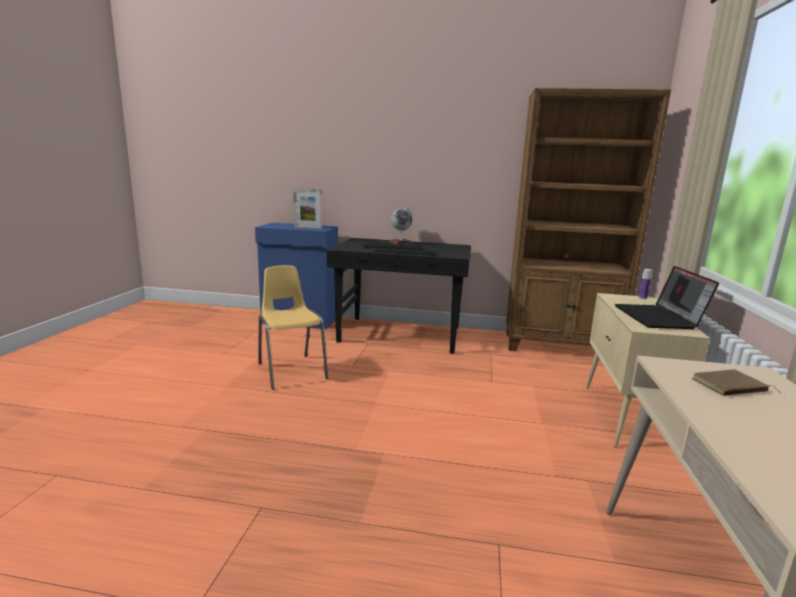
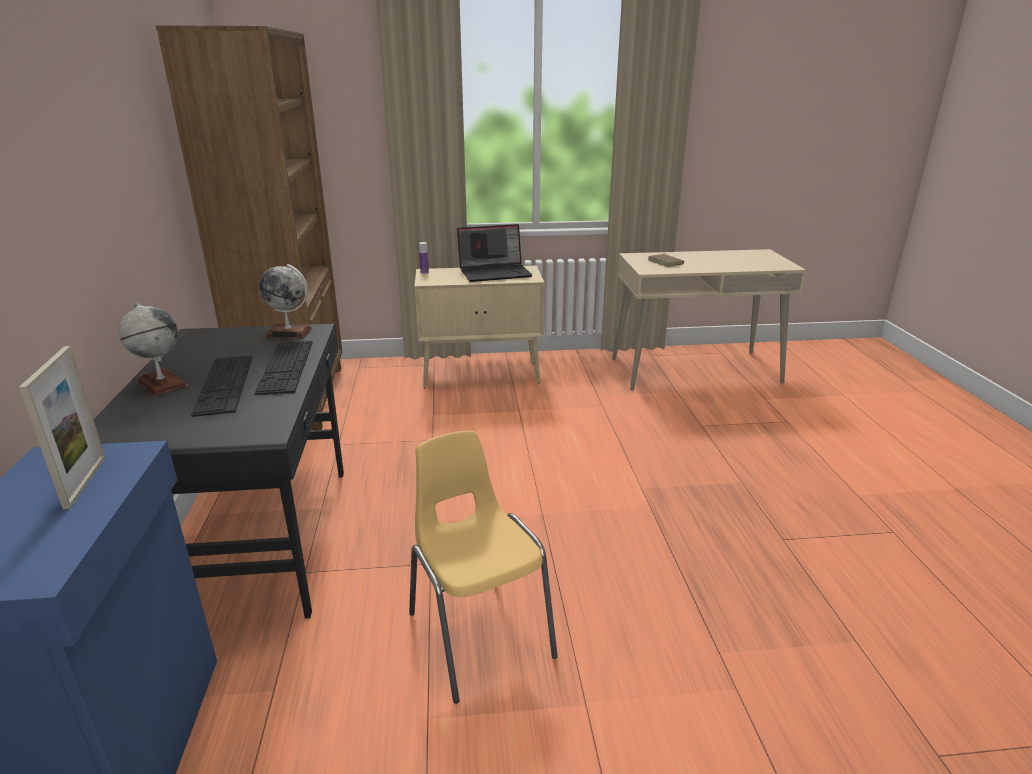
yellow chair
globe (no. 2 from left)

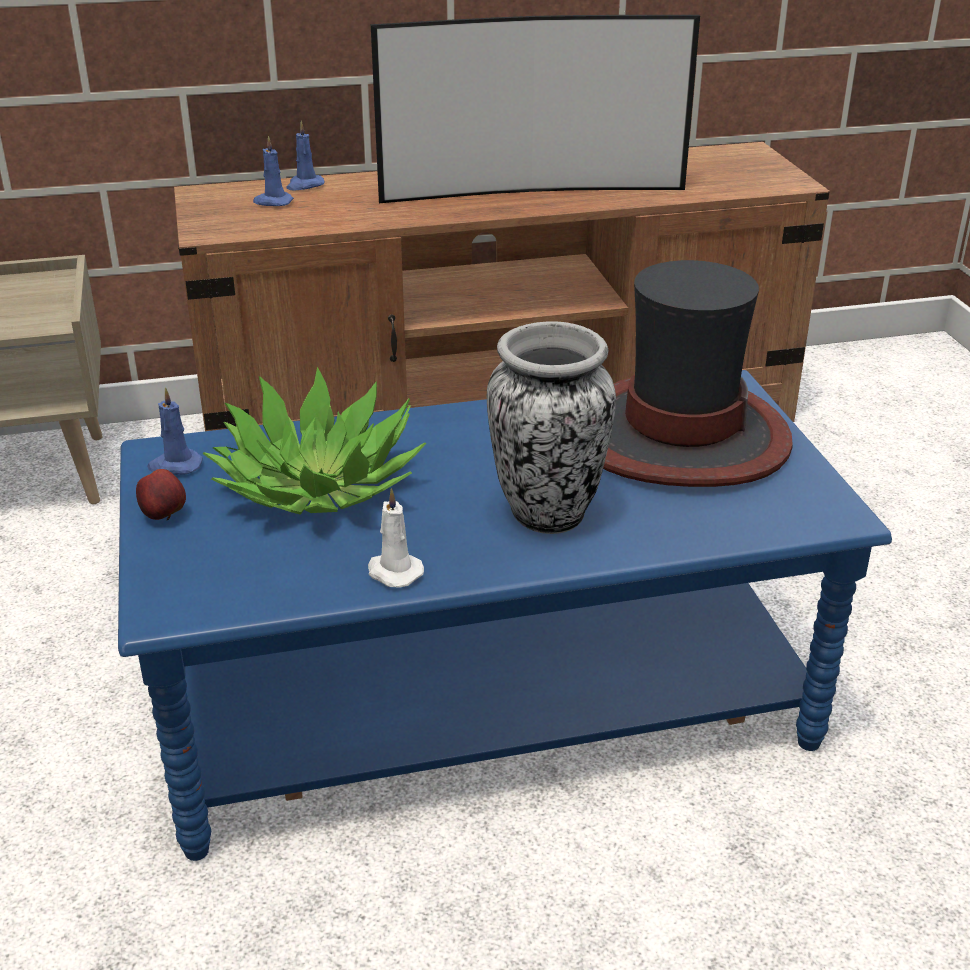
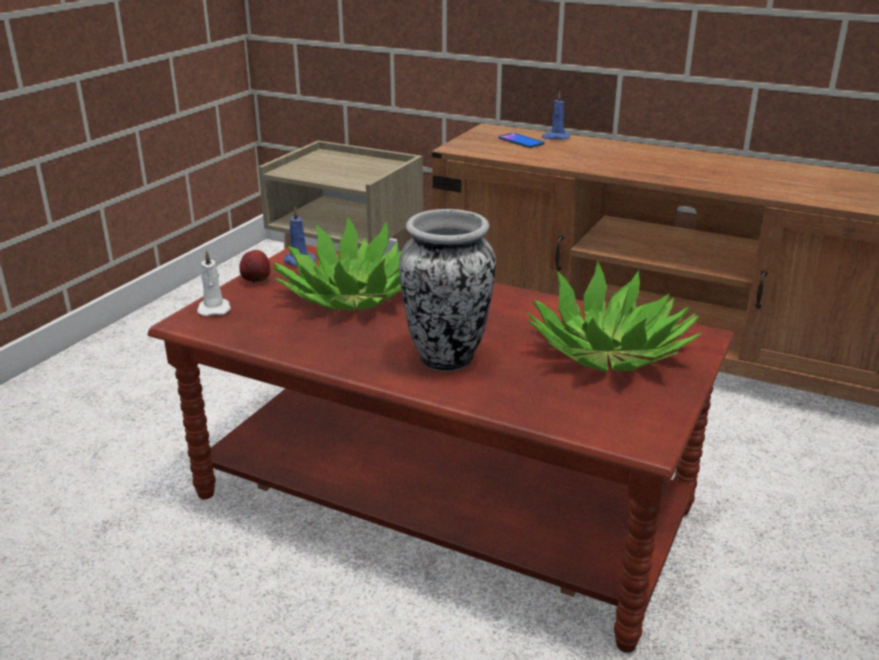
television
phone
potted plant (no. 2 from left)
brown coffee table
white candle

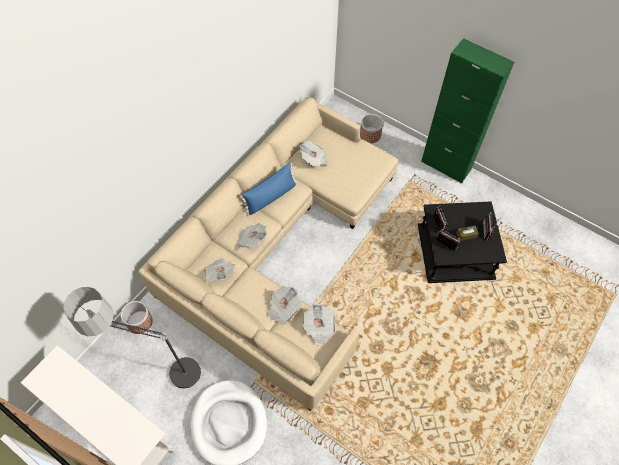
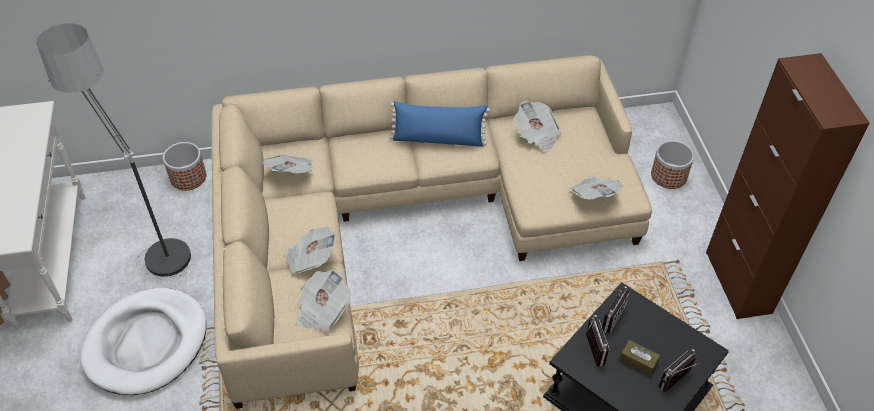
brown cabinet
newspaper (no. 5 from left)

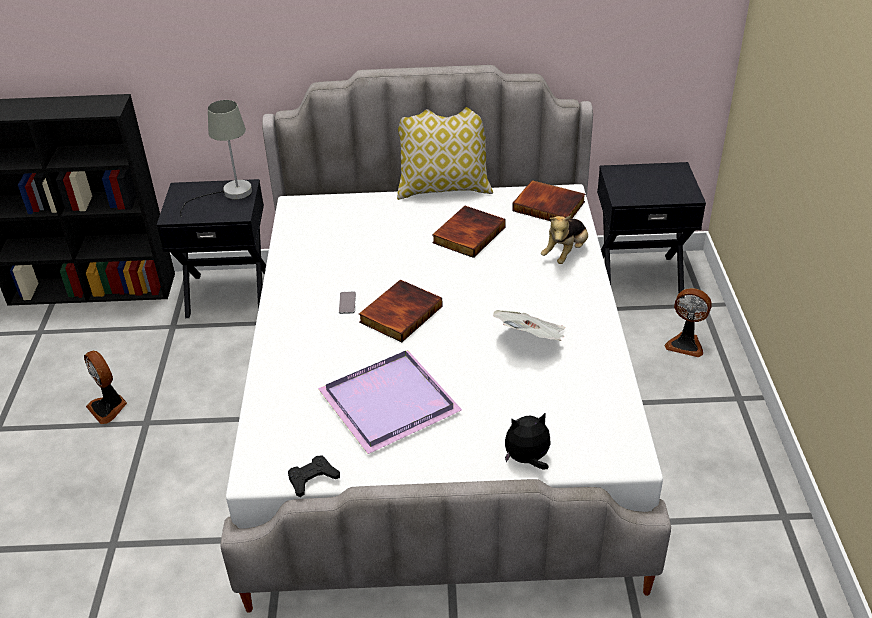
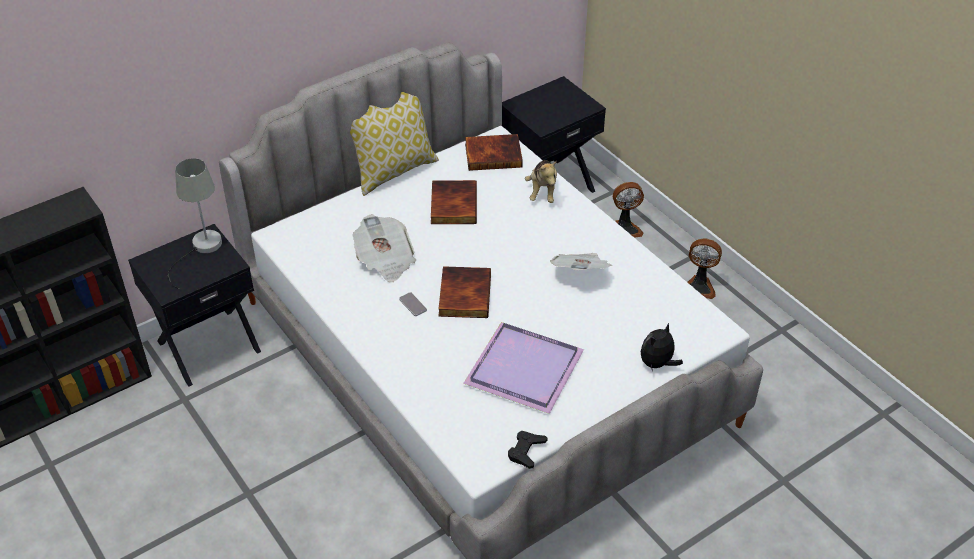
fan (no. 2 from left)
newspaper (no. 1 from left)

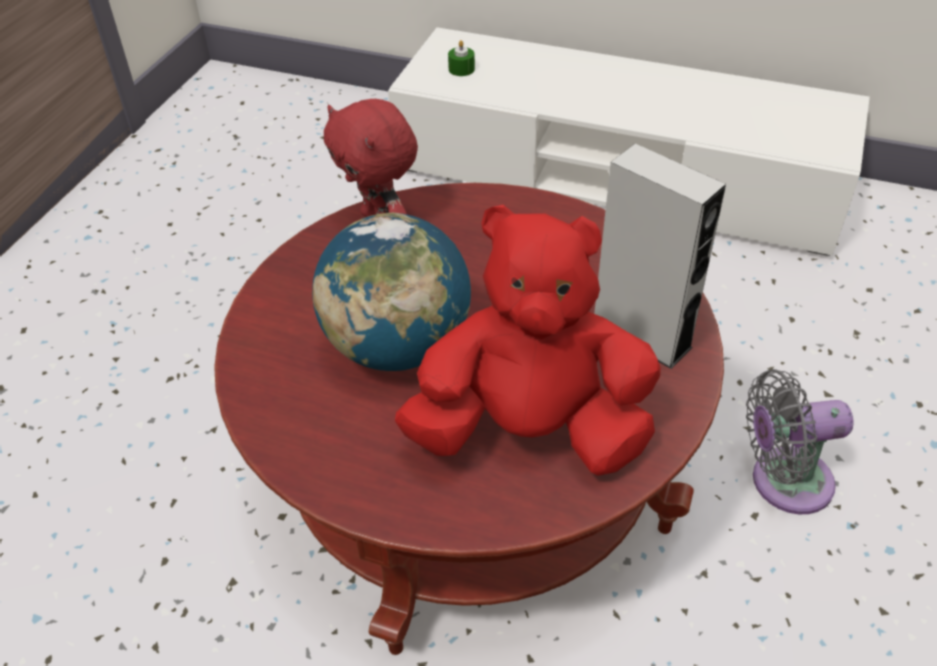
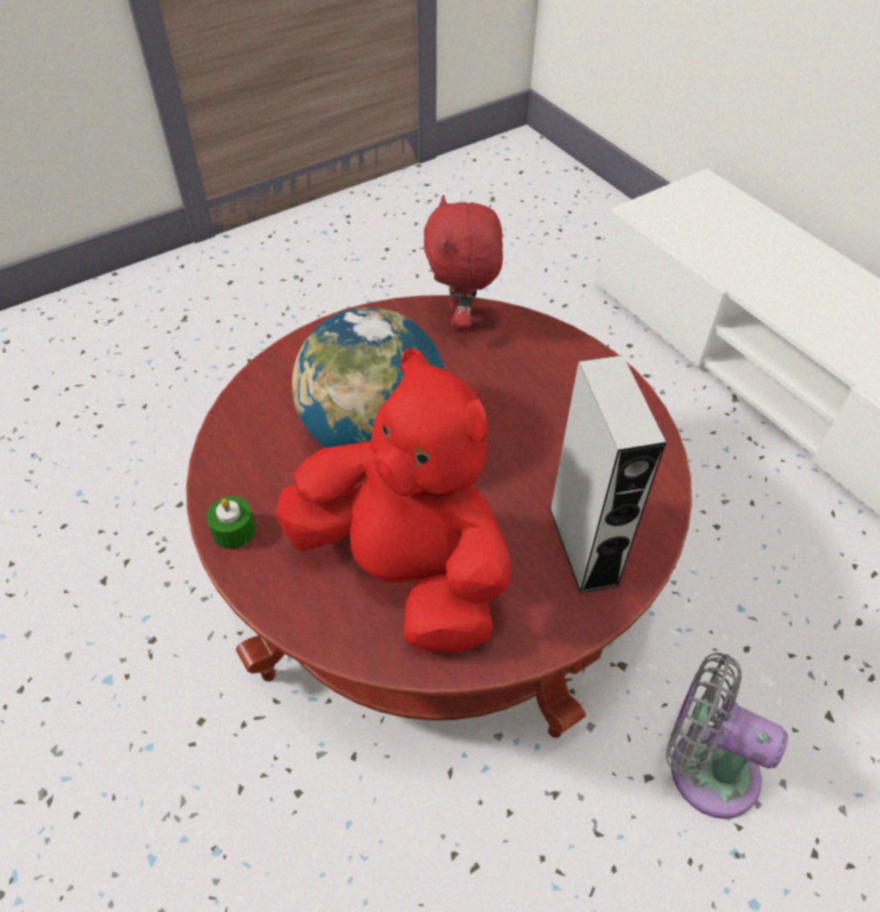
green candle

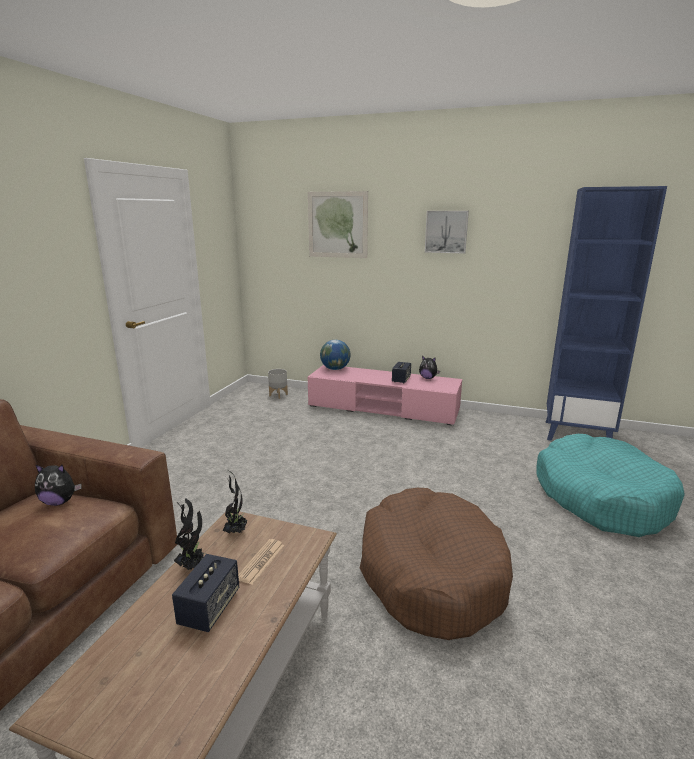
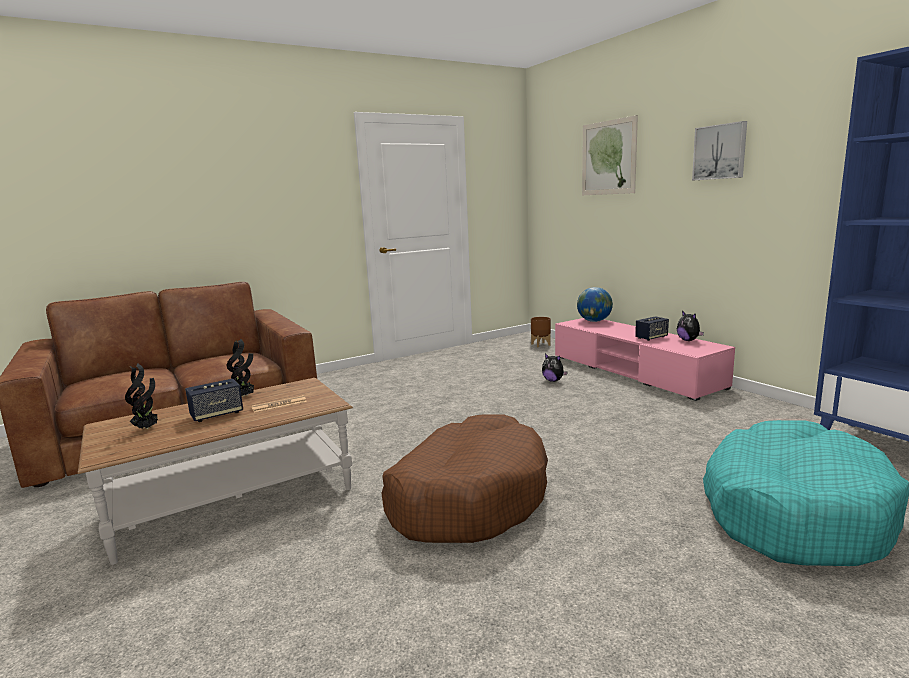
brown planter
plush toy (no. 1 from left)
potted plant (no. 1 from left)

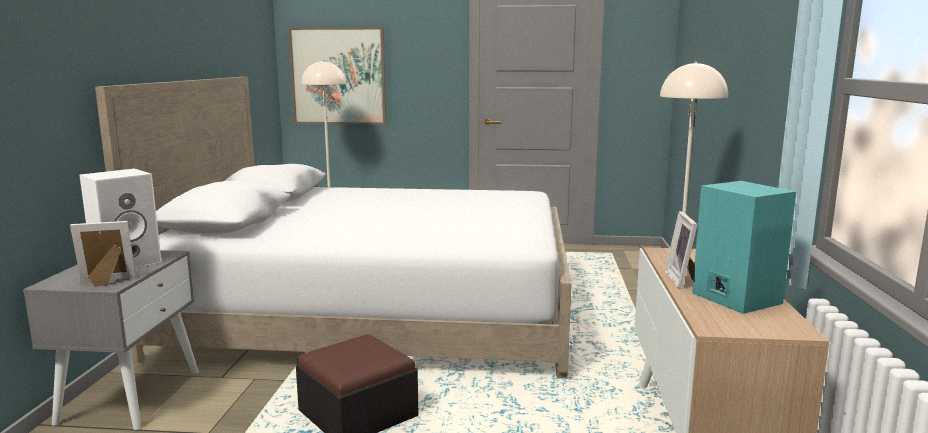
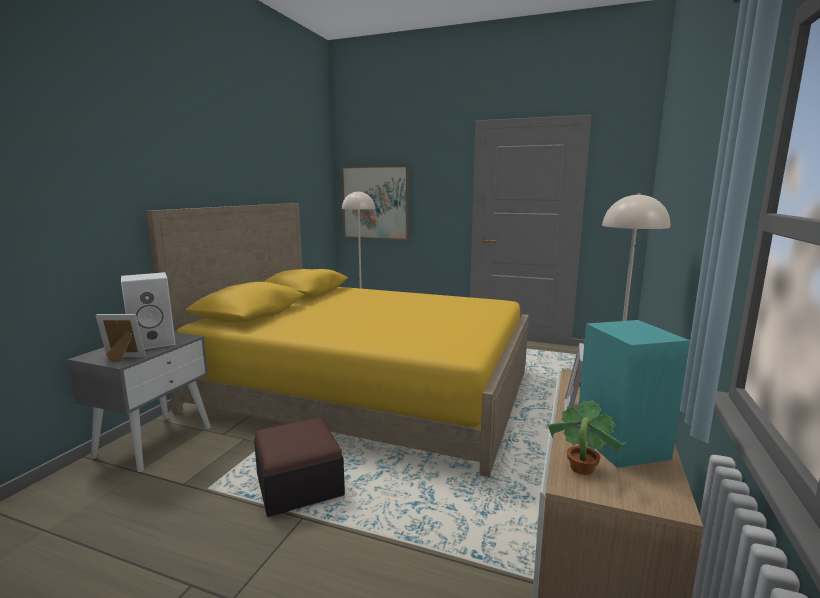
yellow bed
potted plant

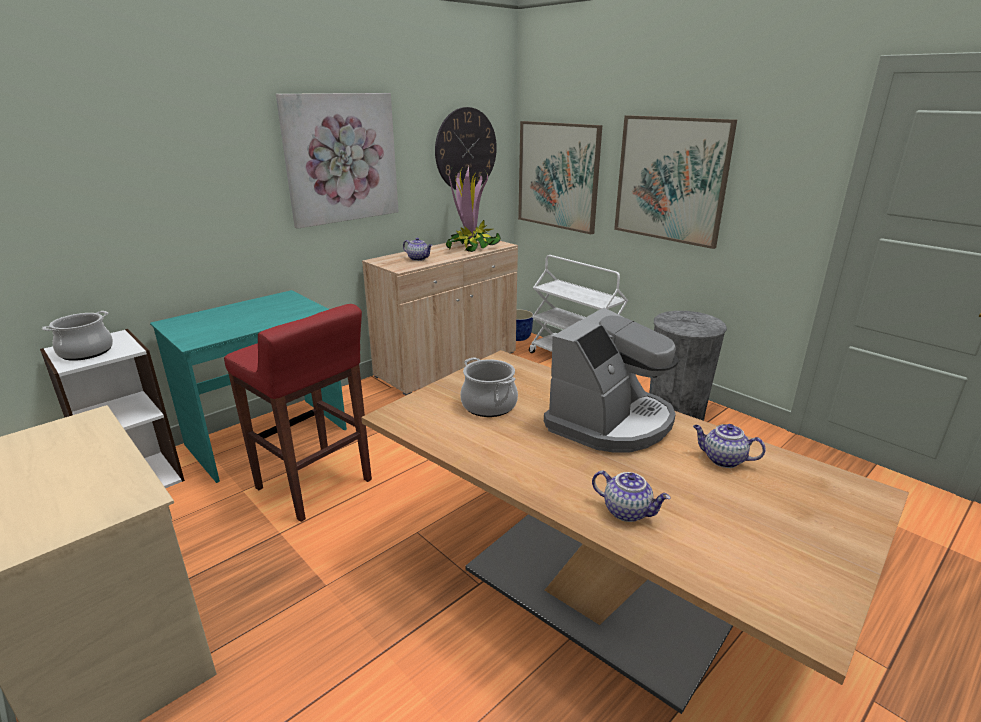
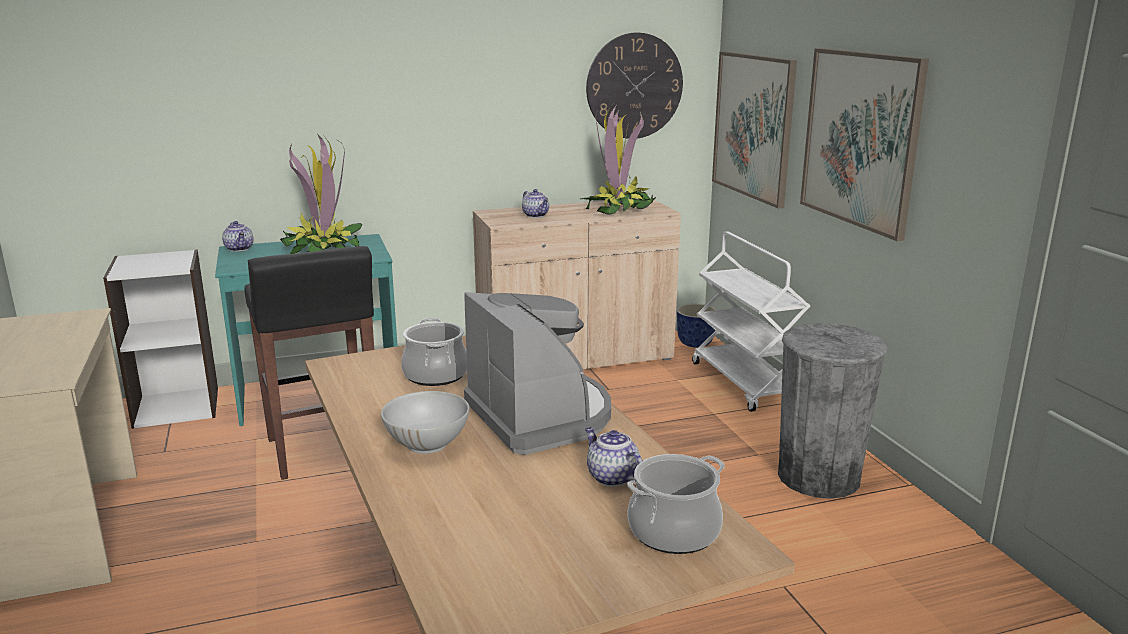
picture (no. 1 from left in the first image)
black stool
coffee machine
cooking pot (no. 2 from left)
teapot (no. 1 from left)
potted plant (no. 1 from left)
white bowl

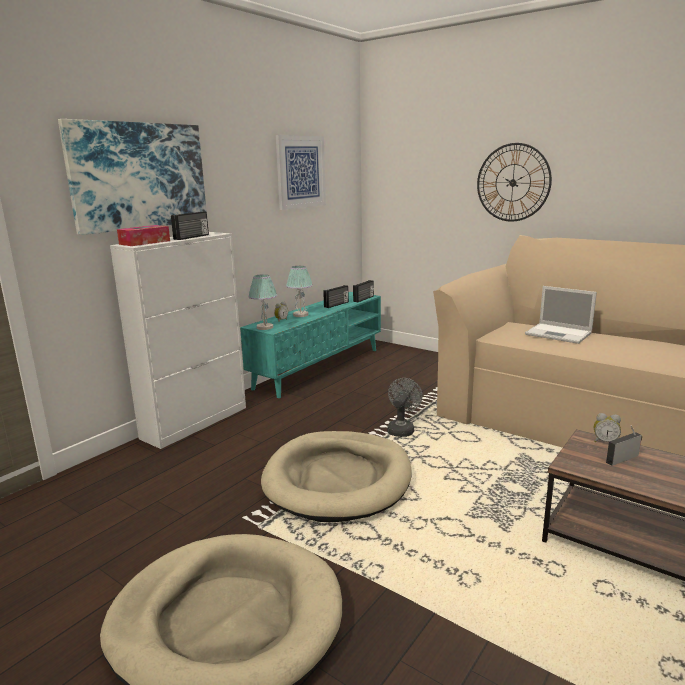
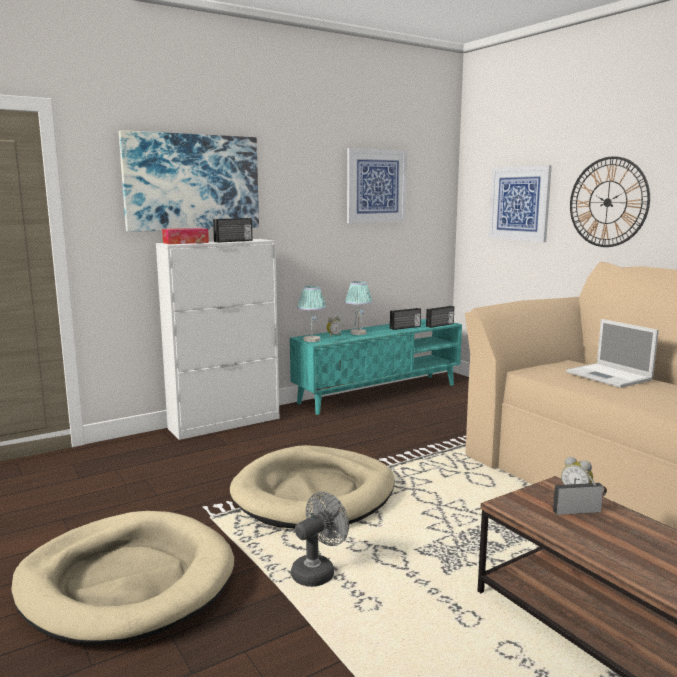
grey fan
picture (no. 3 from left)

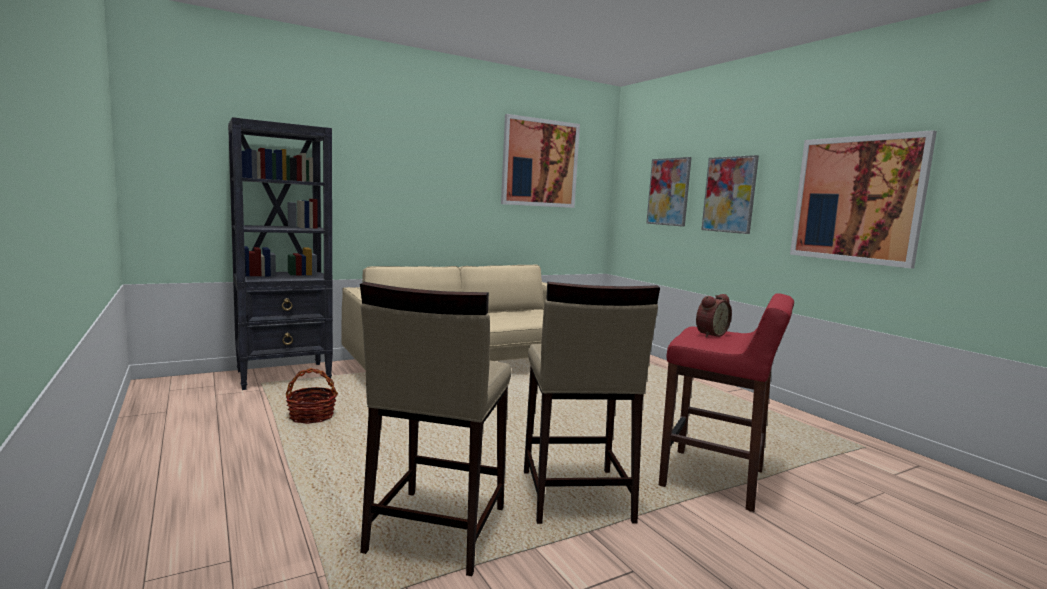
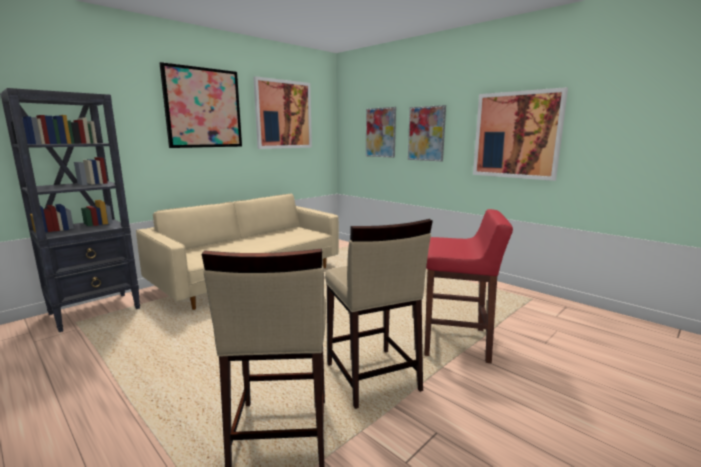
alarm clock
basket
picture (no. 1 from left)

